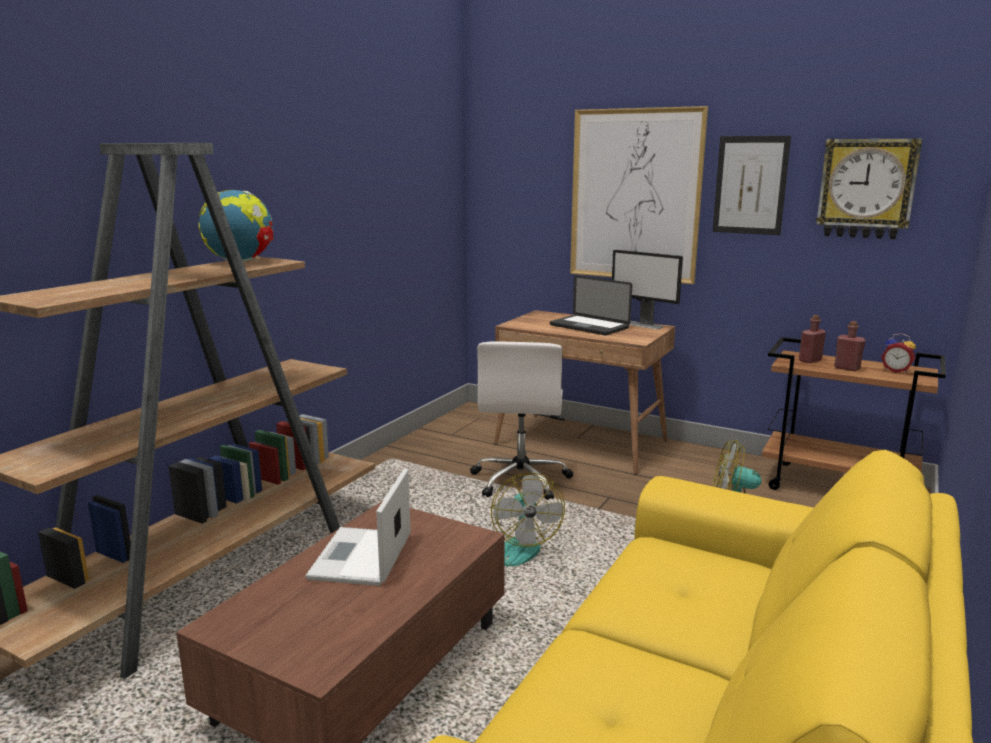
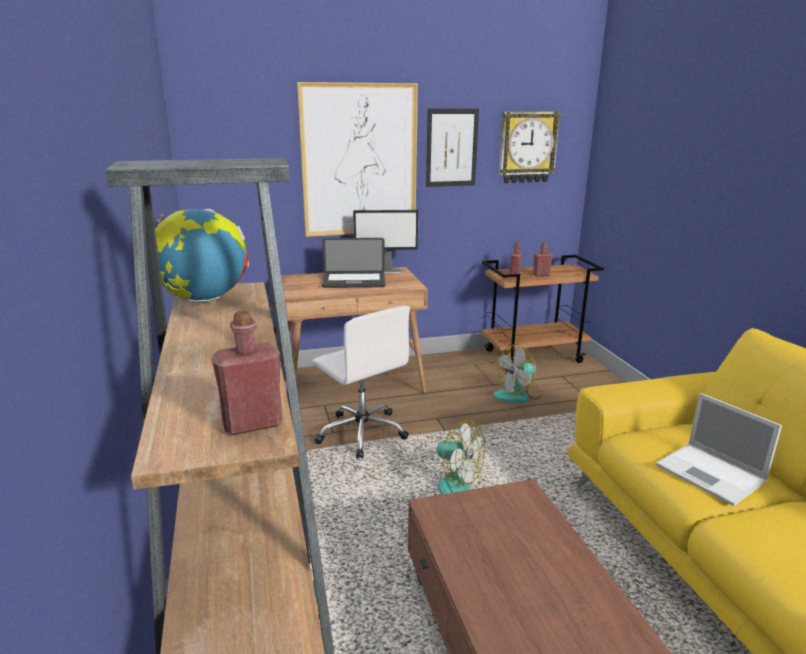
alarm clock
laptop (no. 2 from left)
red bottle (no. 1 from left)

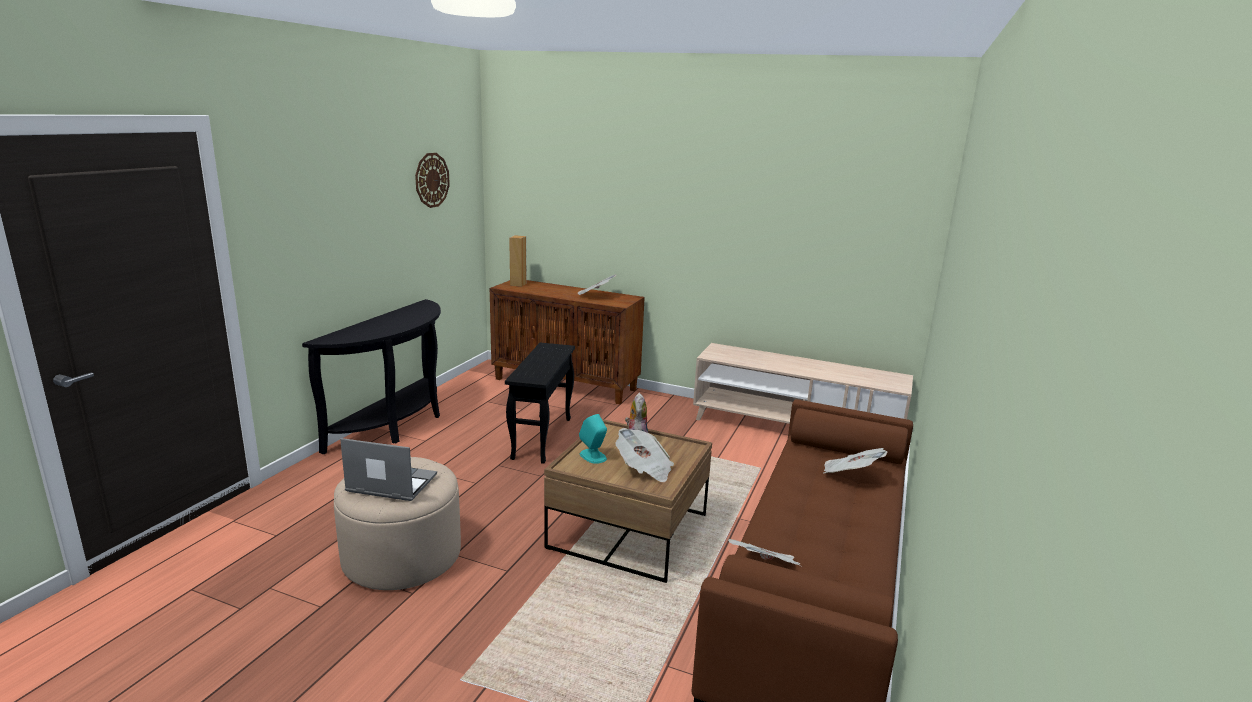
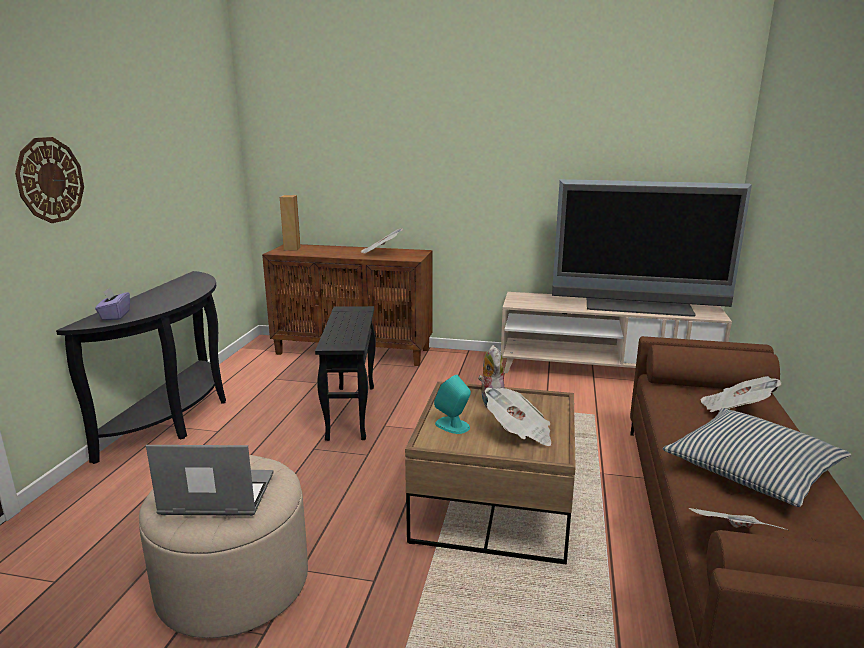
wall clock
television
purple tissue box
pillow

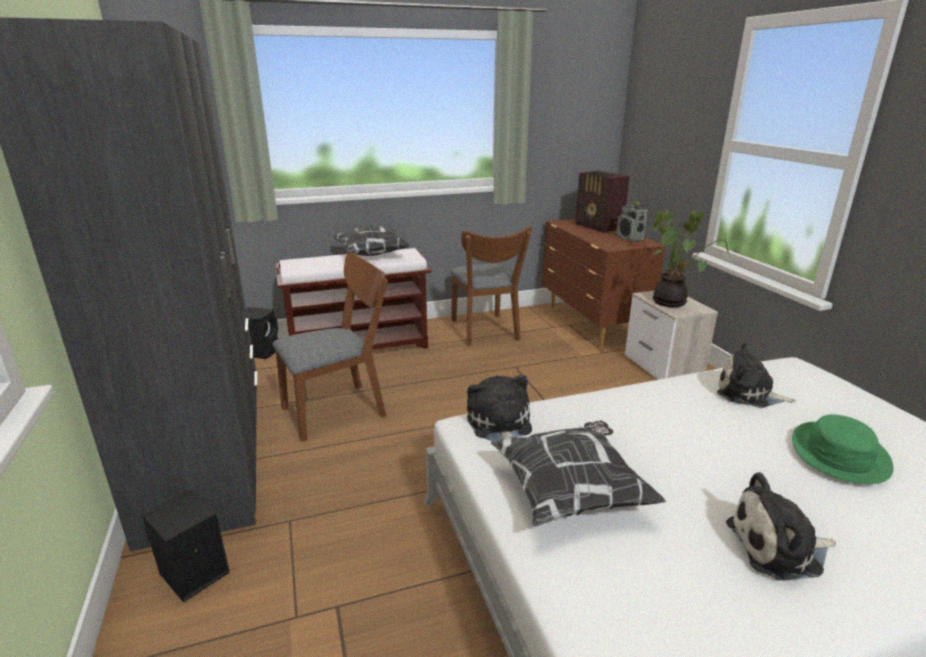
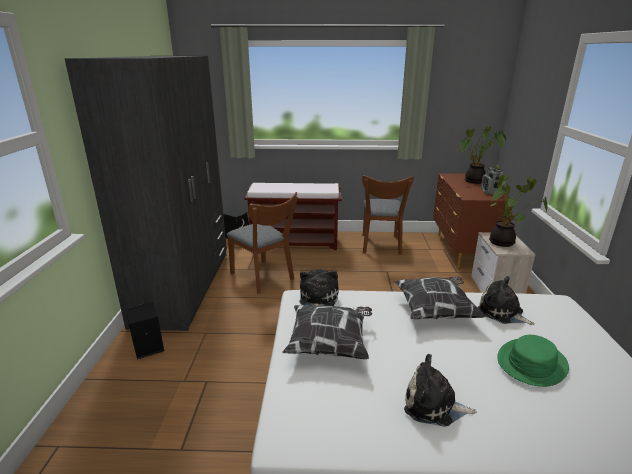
potted plant (no. 1 from left)
pillow (no. 2 from left)
brown chair (no. 1 from left)

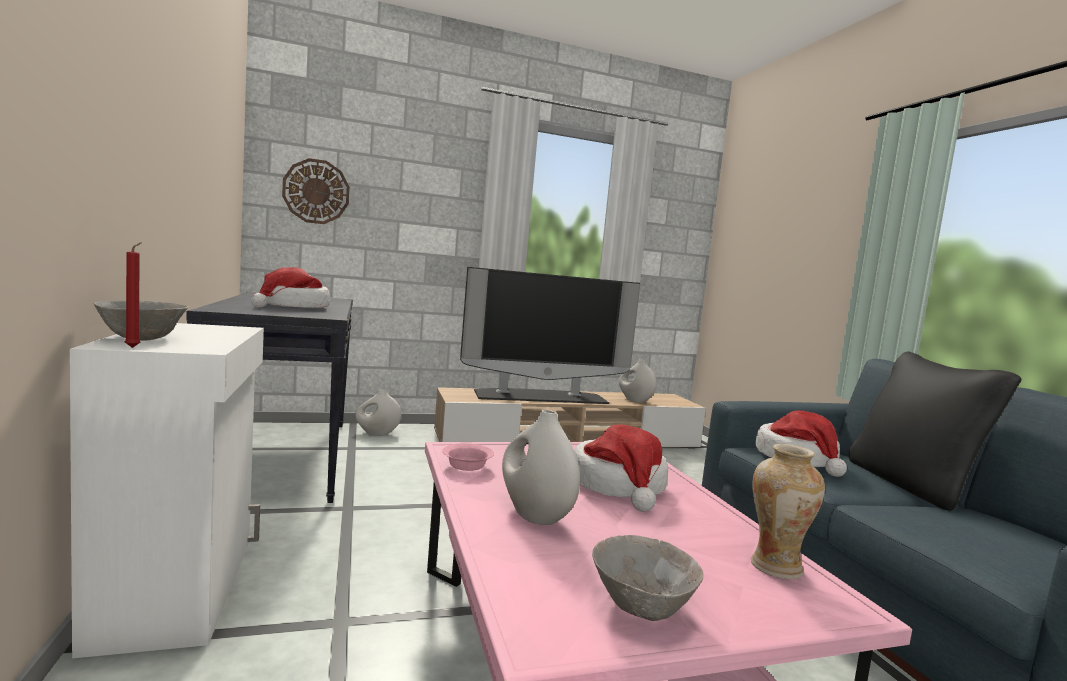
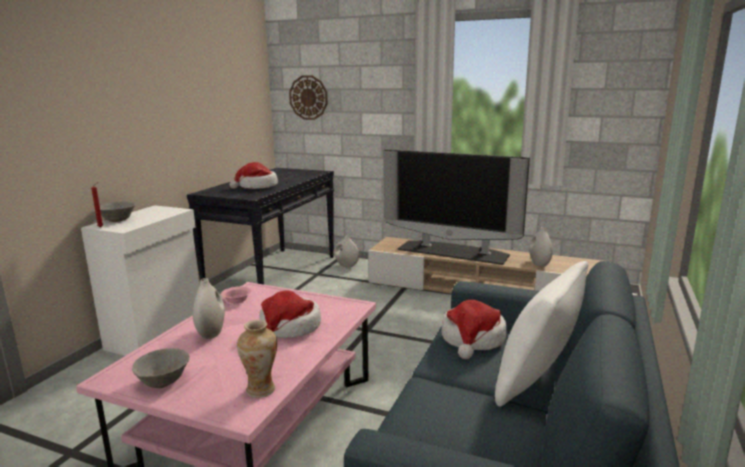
white pillow

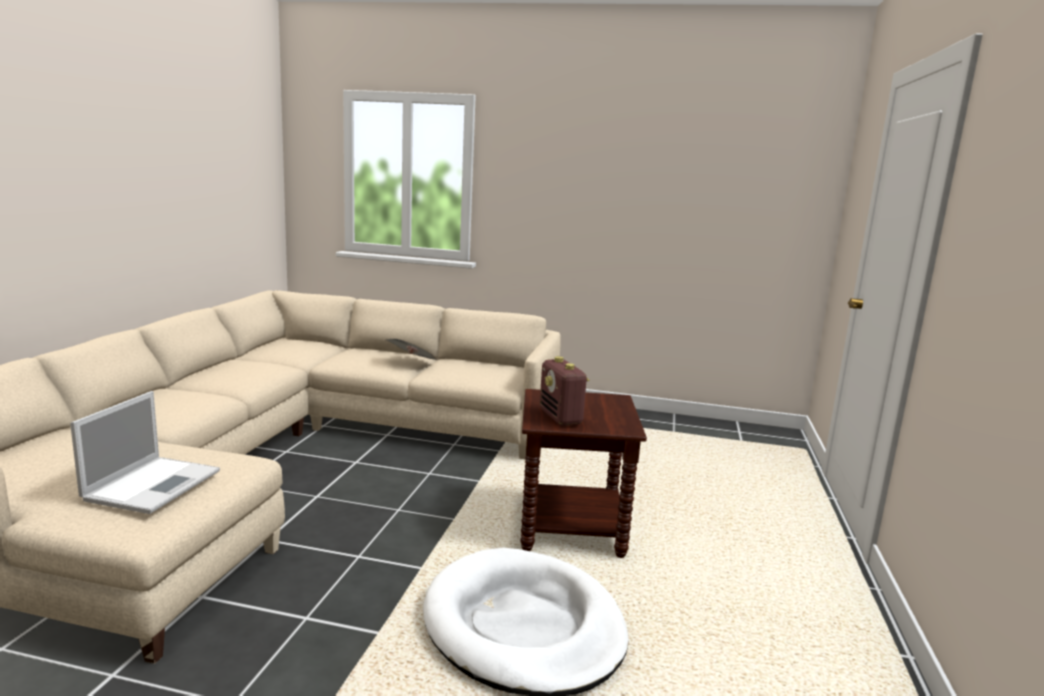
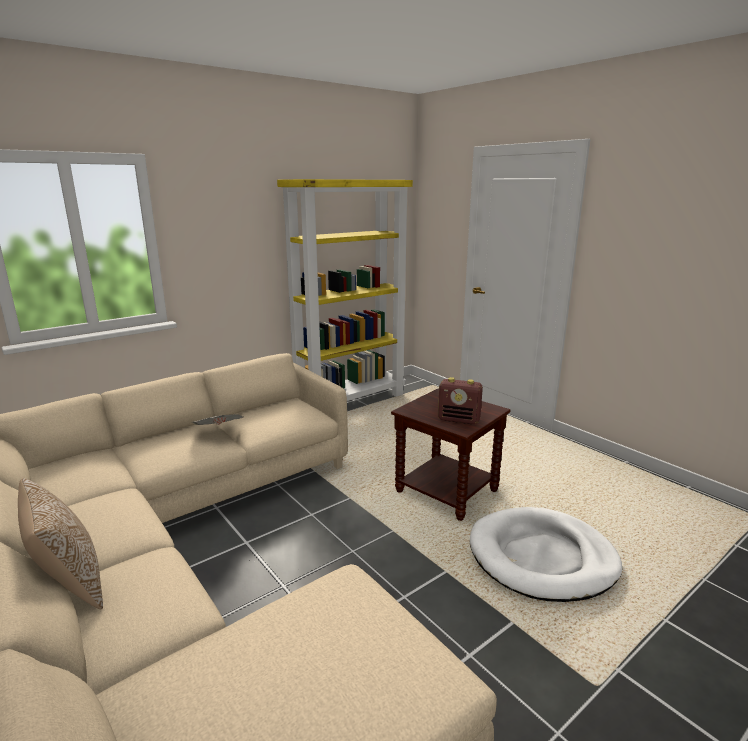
laptop
yellow bookcase
pillow

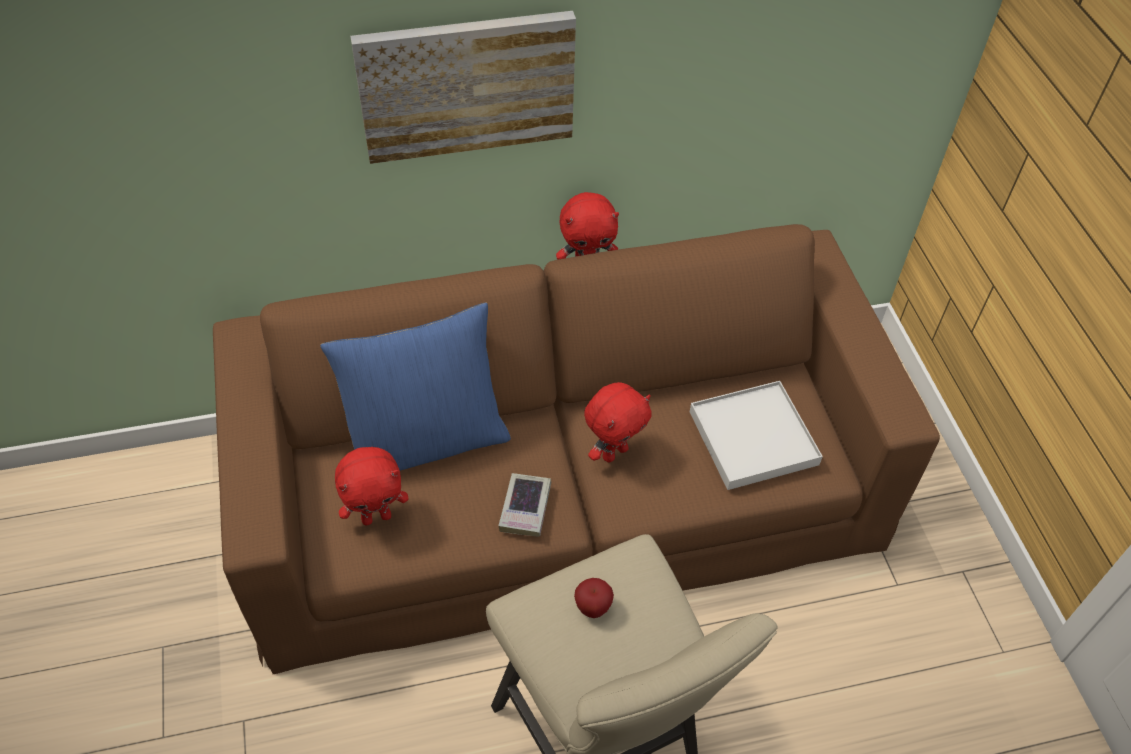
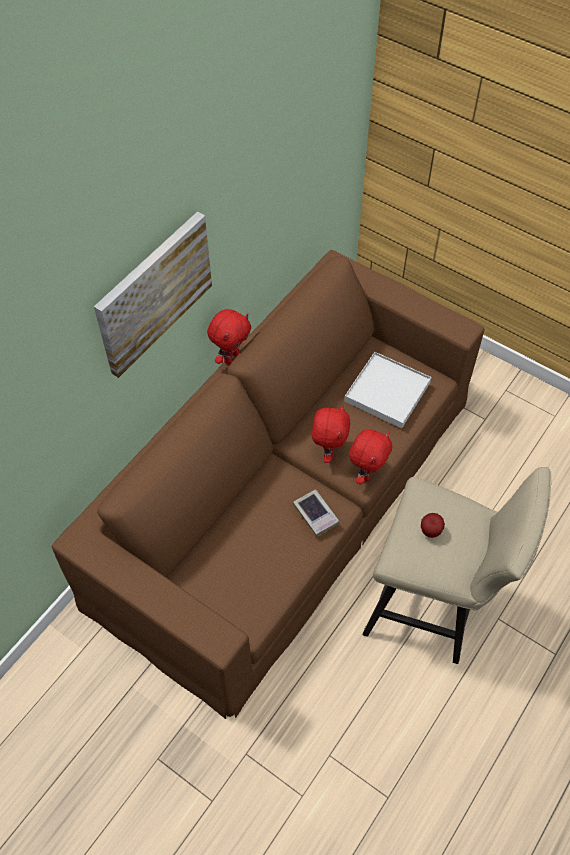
blue pillow
red plush toy (no. 3 from left)

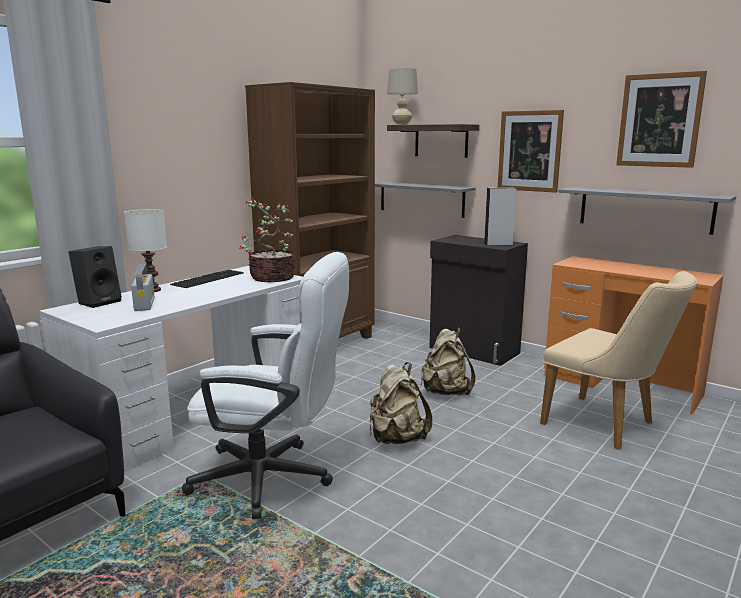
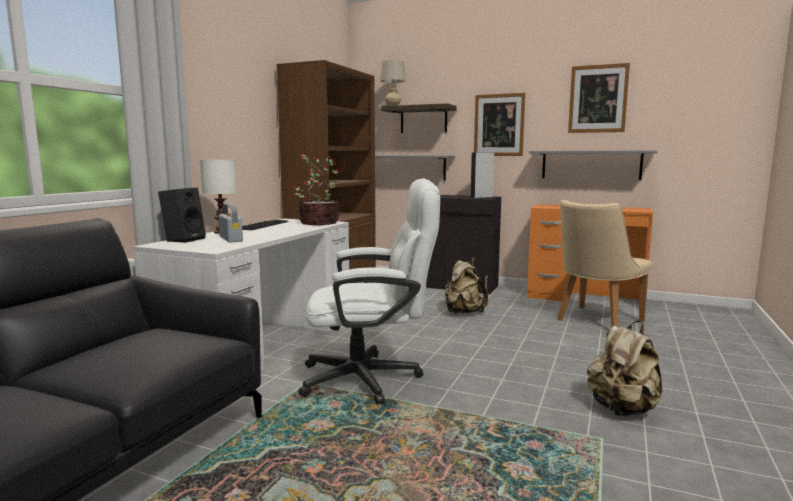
beige chair
beige backpack (no. 2 from left)

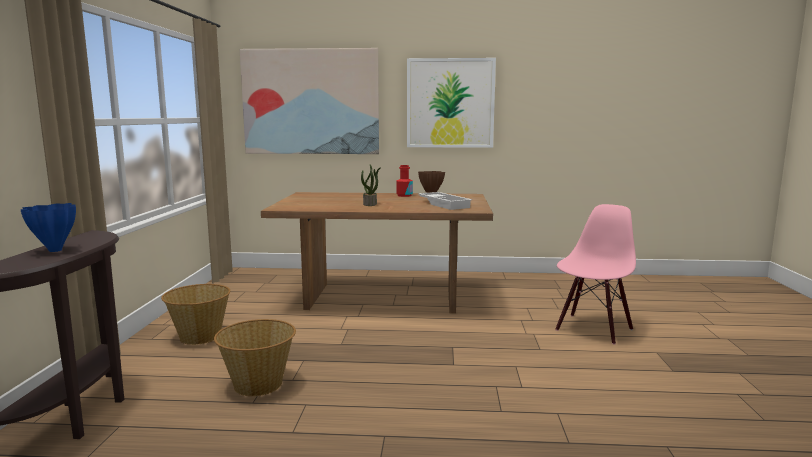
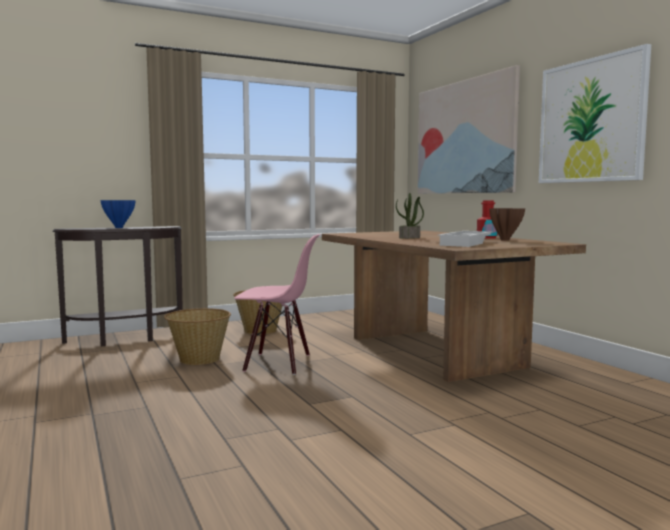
pink chair

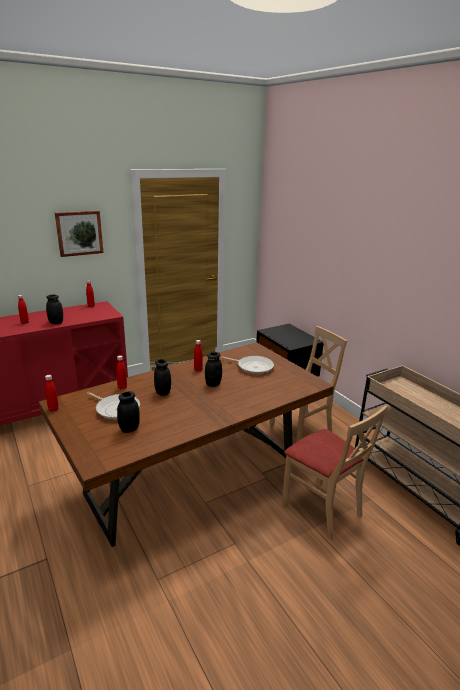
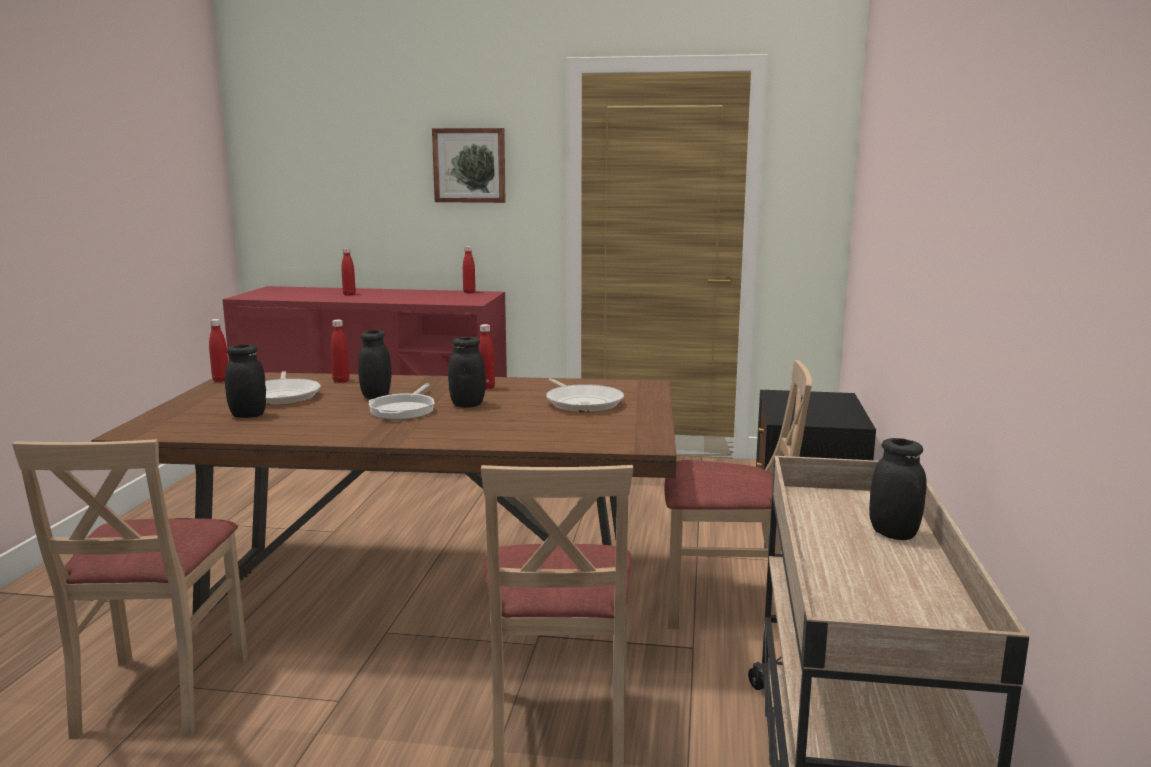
black jar (no. 4 from left)
frying pan (no. 2 from left)
beige chair (no. 1 from left)

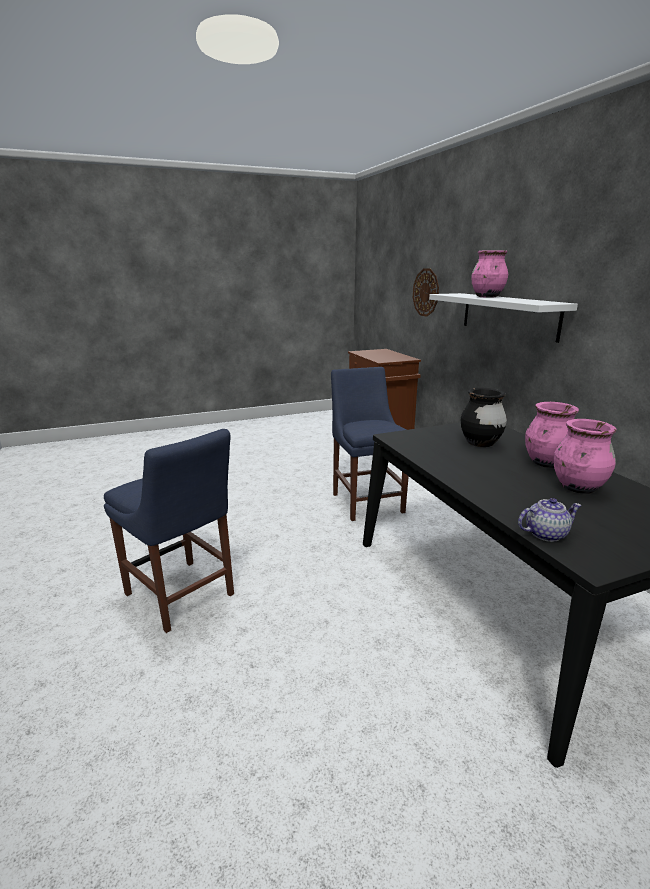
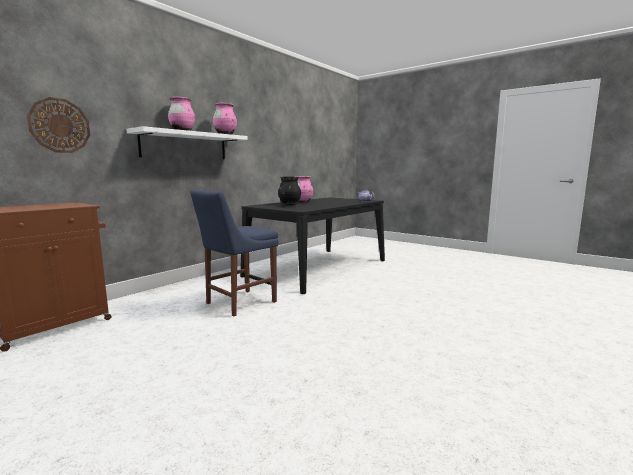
pink vase (no. 2 from left)
blue chair (no. 1 from left in the first image)

